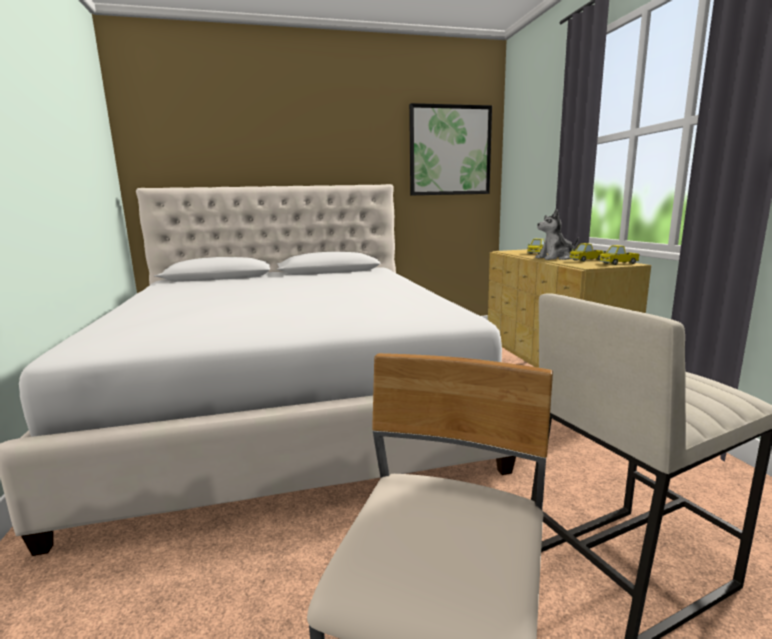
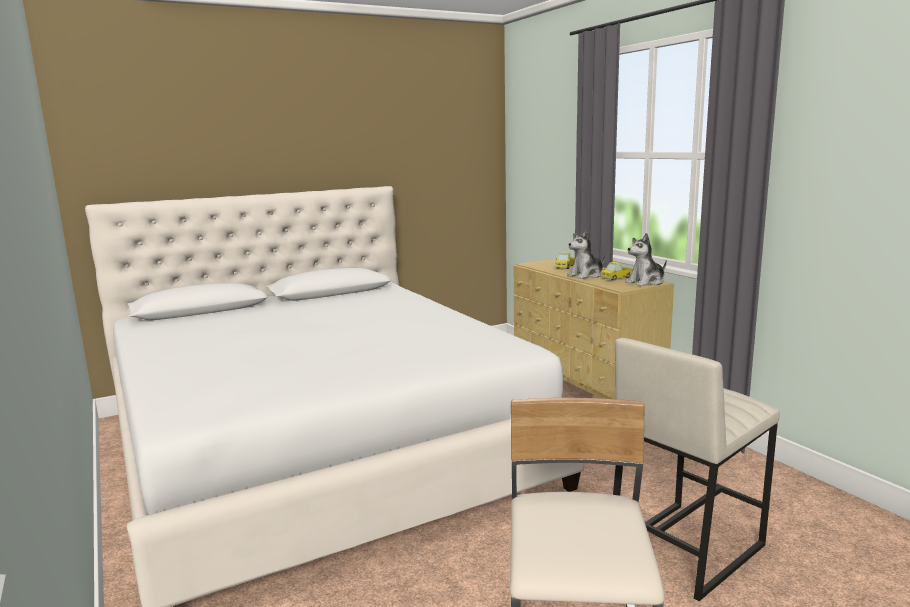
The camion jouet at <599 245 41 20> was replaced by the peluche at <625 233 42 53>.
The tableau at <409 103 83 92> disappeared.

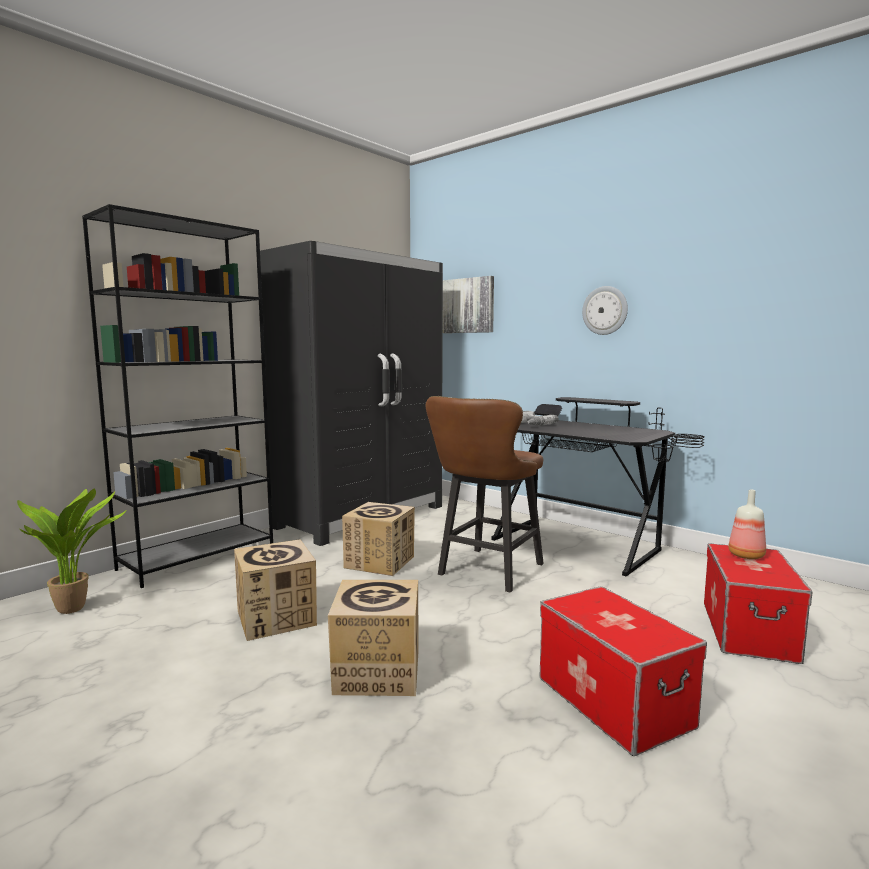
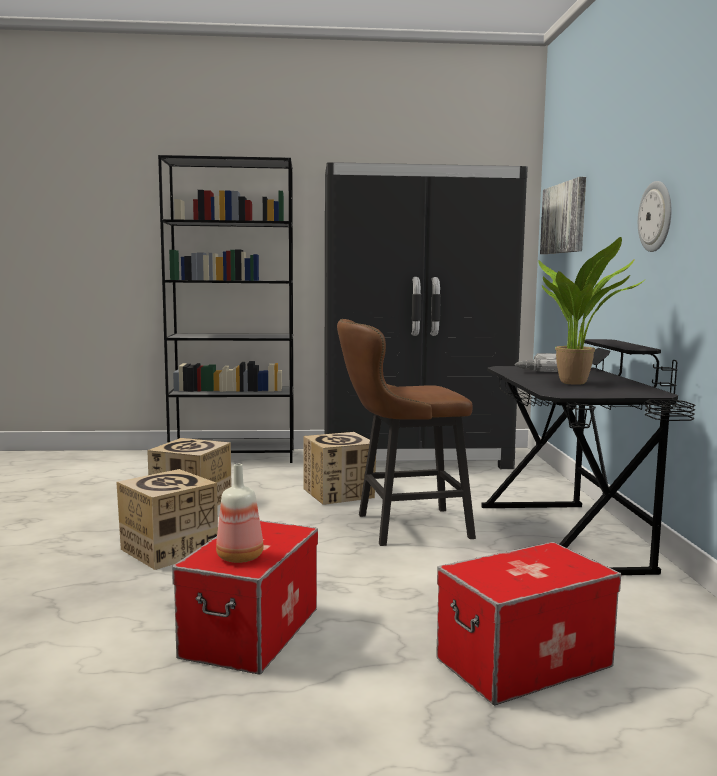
The bouteille moved from <728 489 38 70> to <216 464 48 99>.
The plante en pot moved from <17 489 109 125> to <538 237 106 148>.

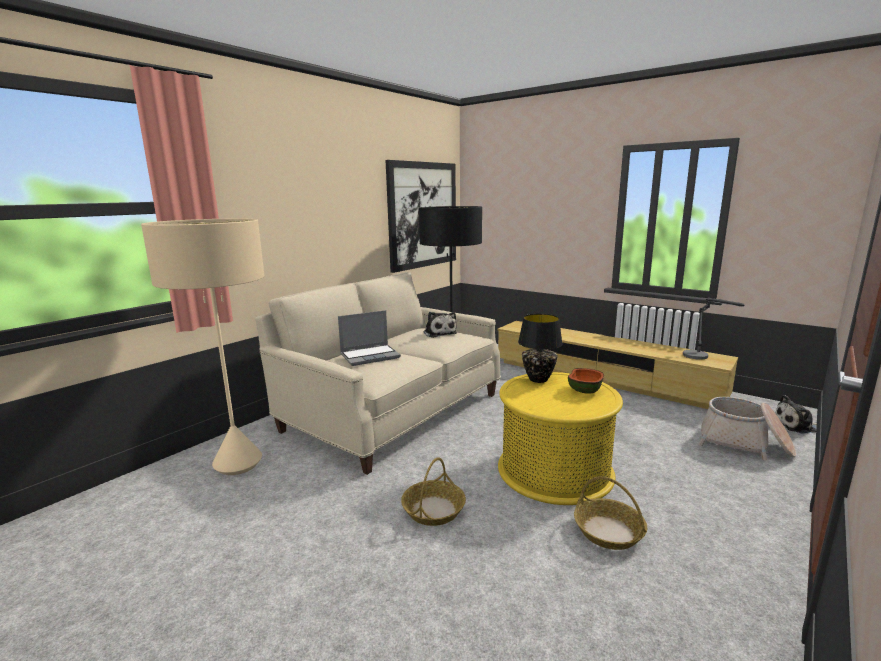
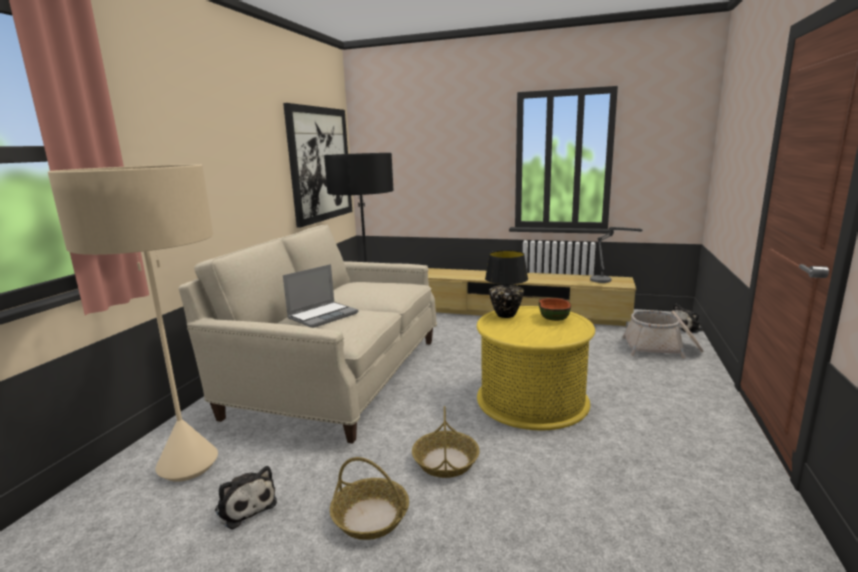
The peluche moved from <423 312 34 26> to <215 466 62 64>.
The panier moved from <574 476 73 74> to <330 457 79 83>.

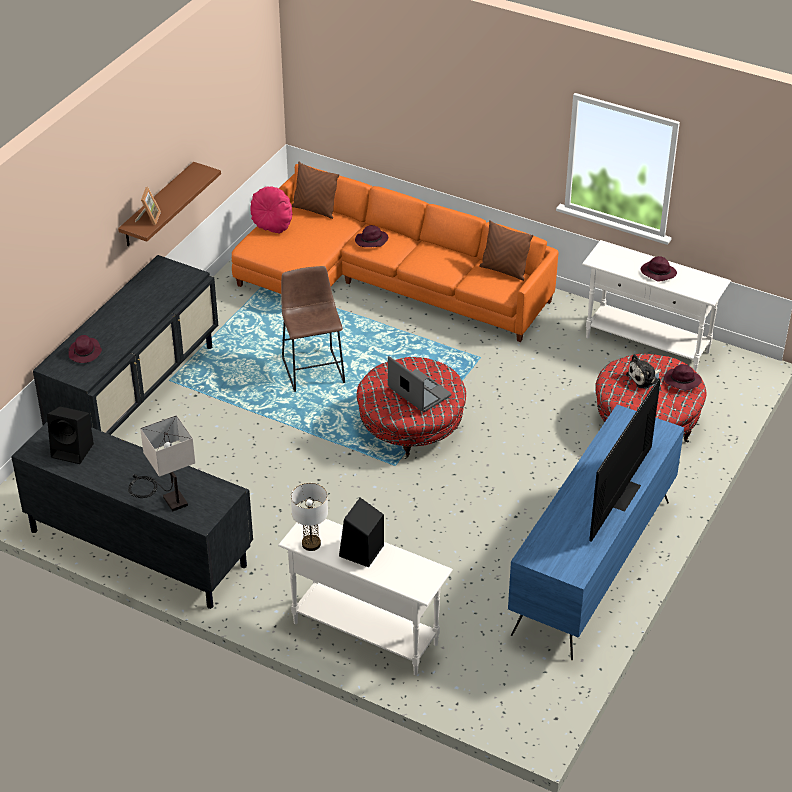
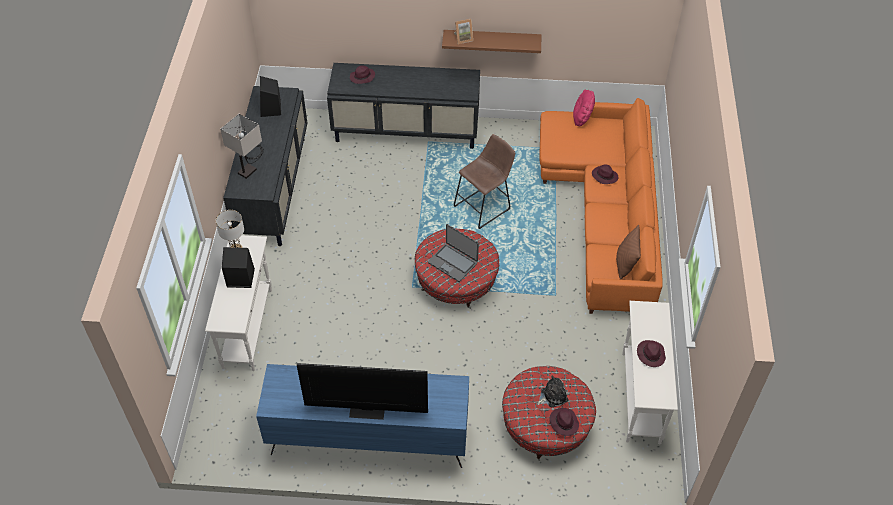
The ordinateur portable at <388 356 63 56> turned 105 degrees clockwise.
The peluche at <626 354 35 35> turned 120 degrees clockwise.
The coussin [marron] at <292 162 47 57> disappeared.

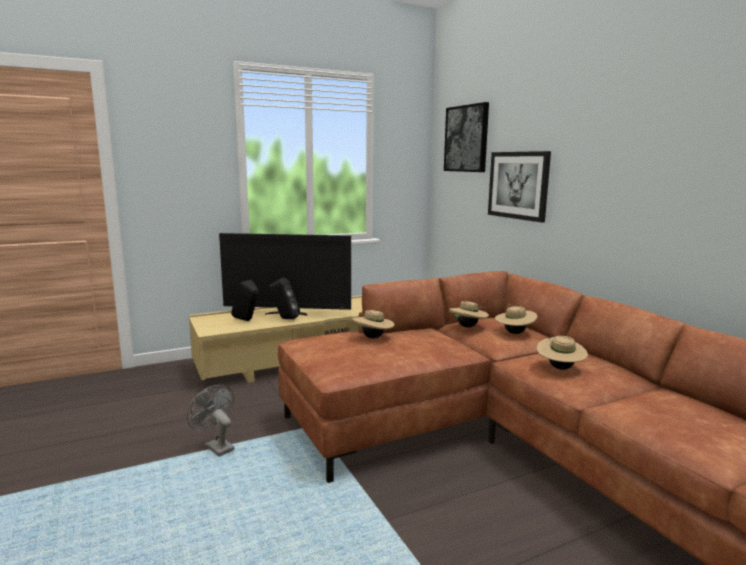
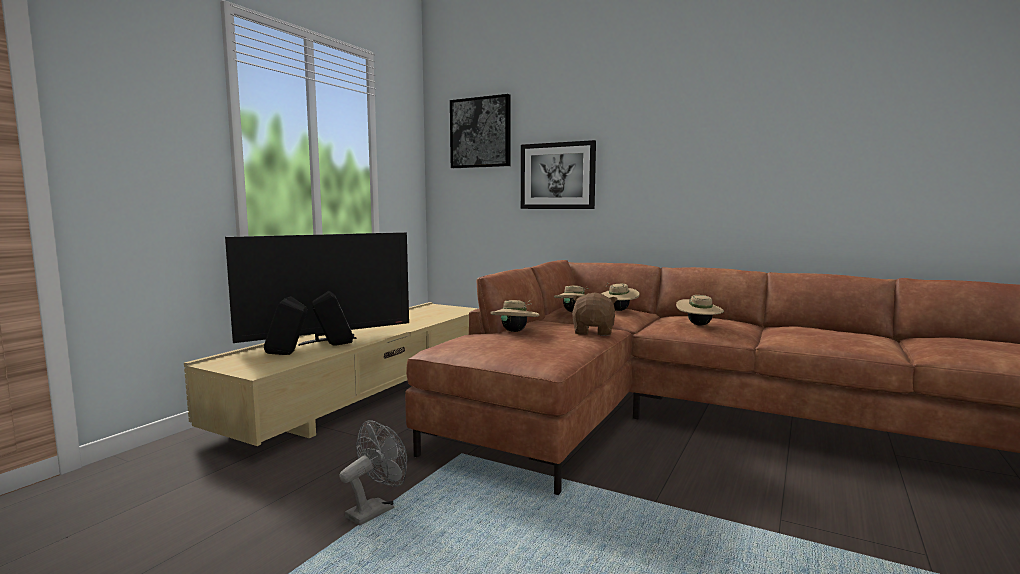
The ventilateur [gris] at <187 385 48 71> turned 120 degrees clockwise.
The peluche [marron] at <572 293 46 43> appeared.

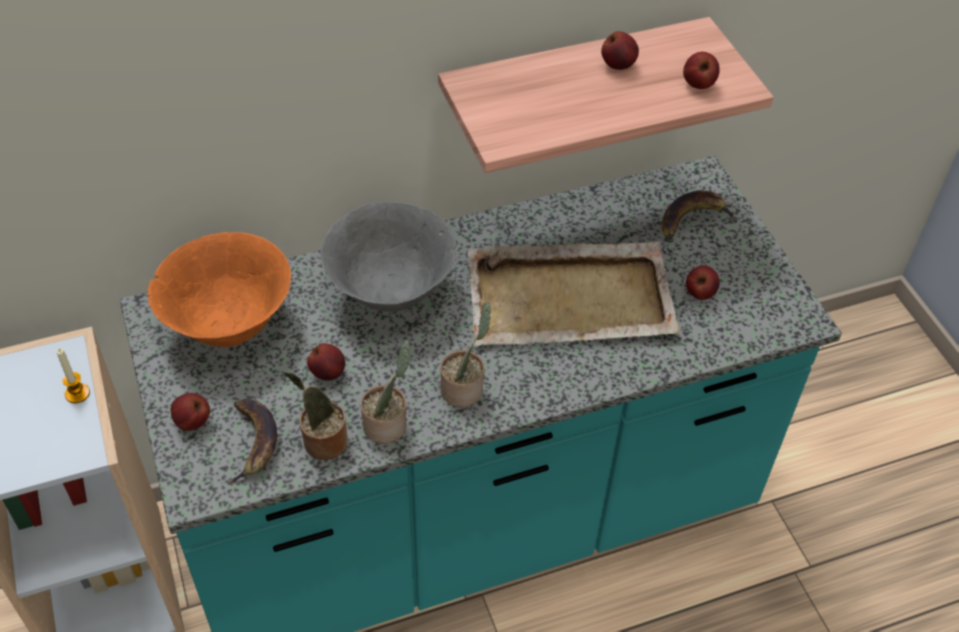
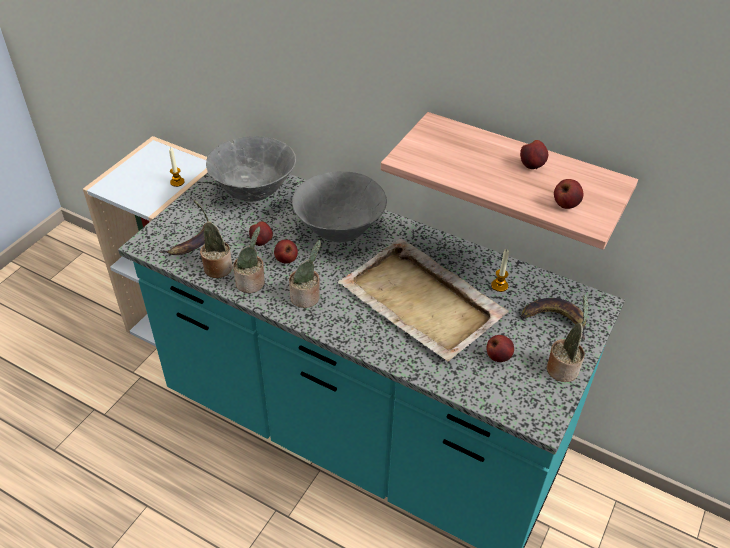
The bol [orange] at <148 232 143 116> became the bol [gris] at <206 136 90 66>.
The pomme moved from <171 393 39 38> to <274 240 24 24>.
The bougie at <491 249 18 43> appeared.
The plante en pot at <546 295 43 87> appeared.

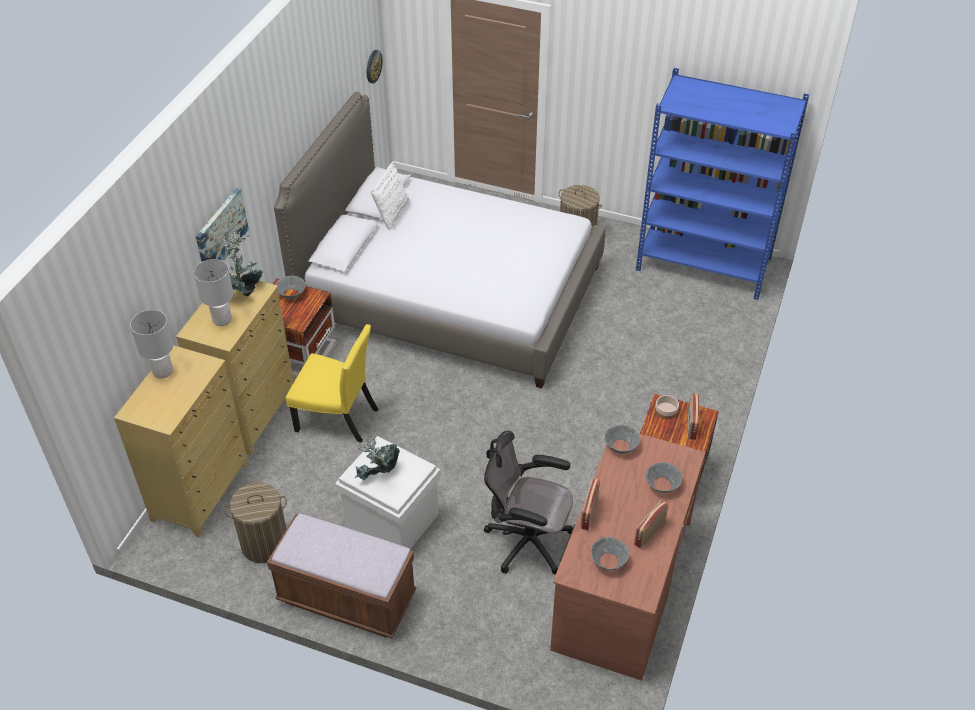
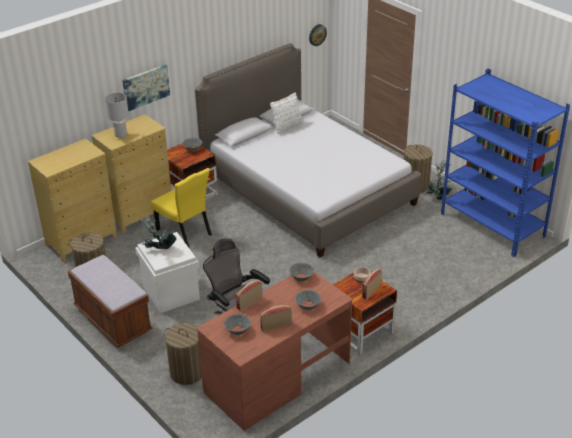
The panier à linge at <164 323 38 62> appeared.
The plante en pot moved from <222 229 41 68> to <427 159 25 41>.
The lampe de table [gris] at <130 310 43 69> disappeared.

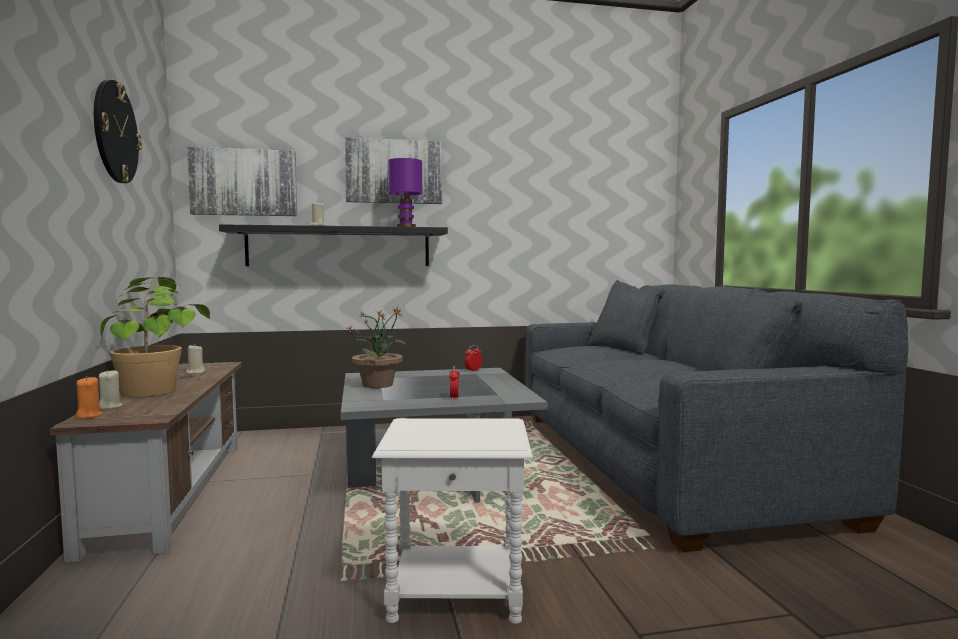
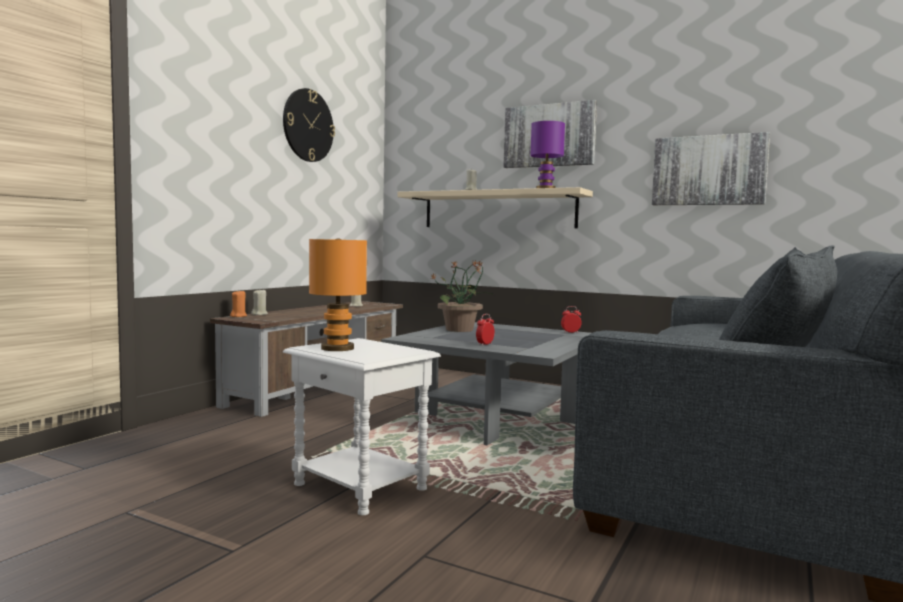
The lampe de table [orange] at <309 239 58 112> appeared.
The étagère [noir] at <219 224 229 42> became the étagère [beige] at <397 187 196 41>.
The tableau moved from <187 147 110 69> to <652 132 118 73>.
The plante en pot at <100 277 110 120> disappeared.

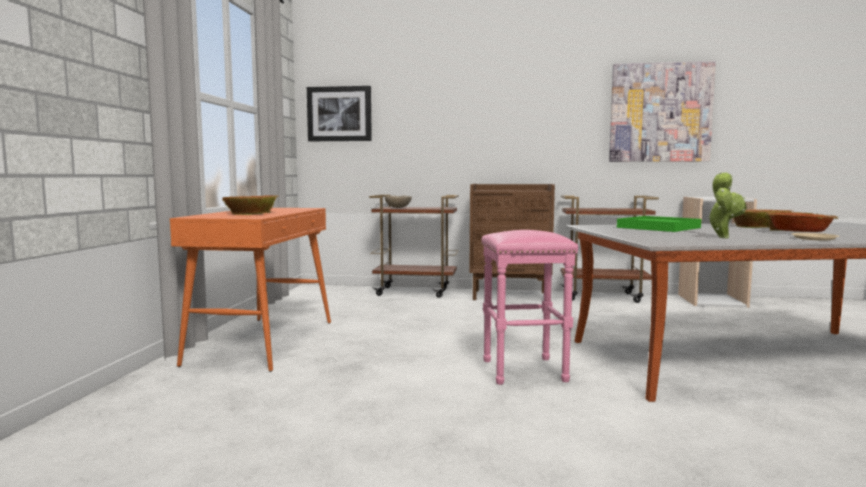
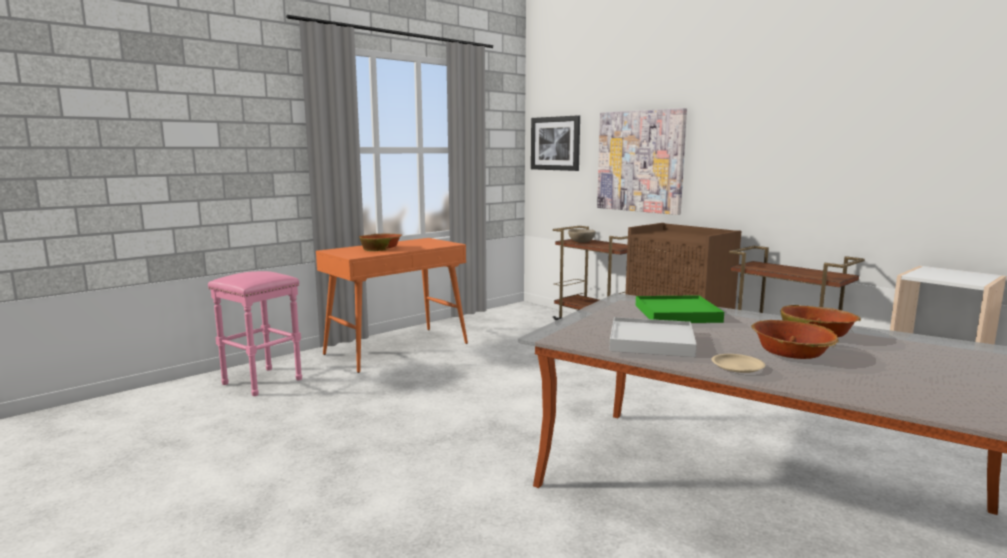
The tabouret [rose] moved from <481 230 97 155> to <208 271 94 125>.
The tableau moved from <609 61 107 101> to <597 108 90 107>.
The plante en pot at <707 172 40 66> was replaced by the plateau [blanc] at <609 317 88 40>.

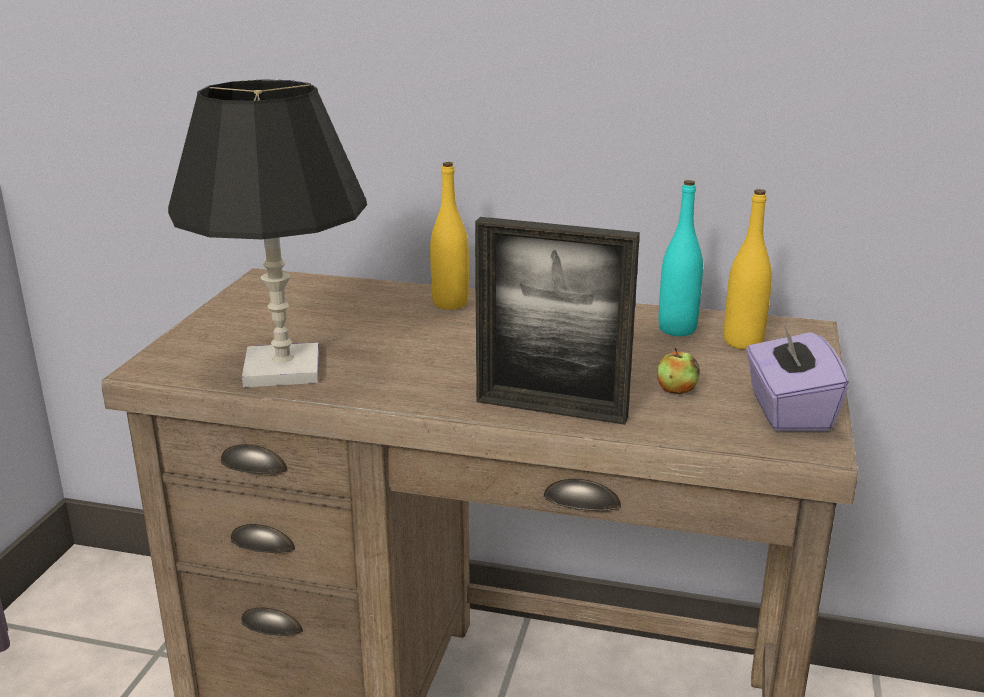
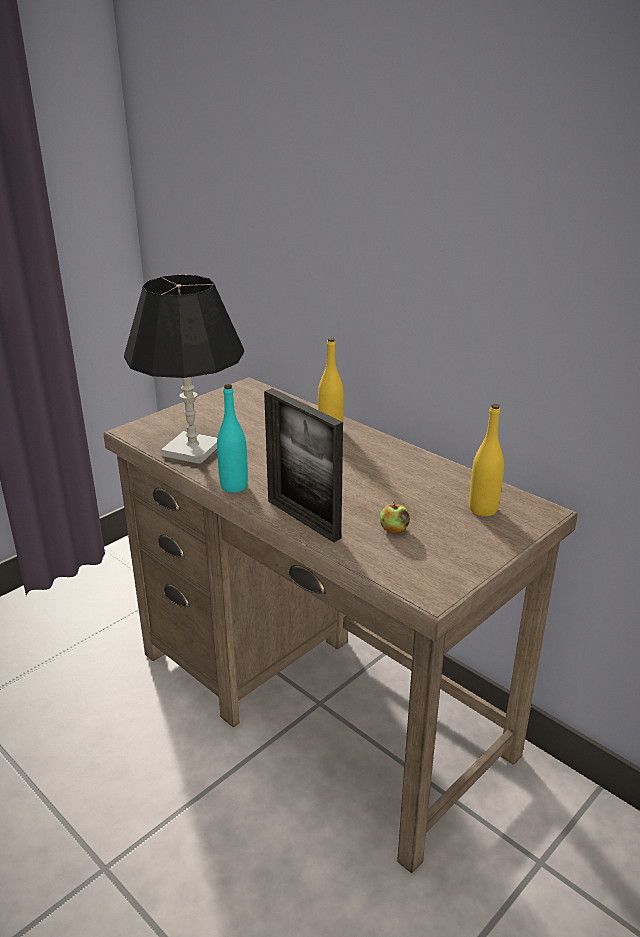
The bouteille [turquoise] moved from <659 180 44 156> to <217 384 31 109>.
The boîte à mouchoirs [violet] at <746 321 103 110> disappeared.

